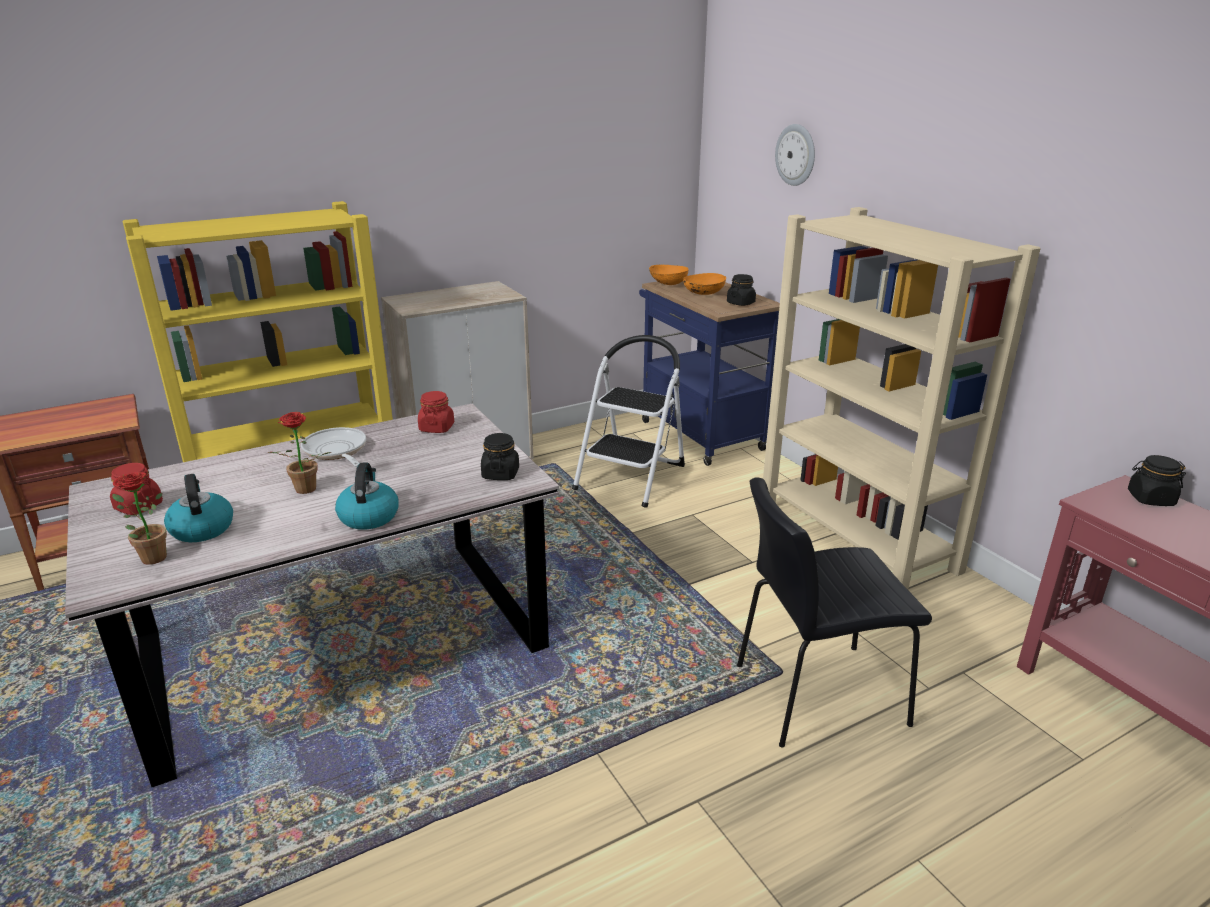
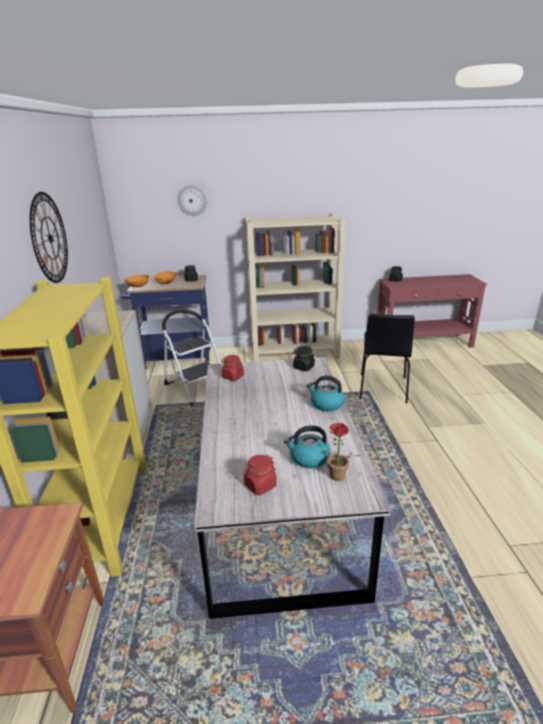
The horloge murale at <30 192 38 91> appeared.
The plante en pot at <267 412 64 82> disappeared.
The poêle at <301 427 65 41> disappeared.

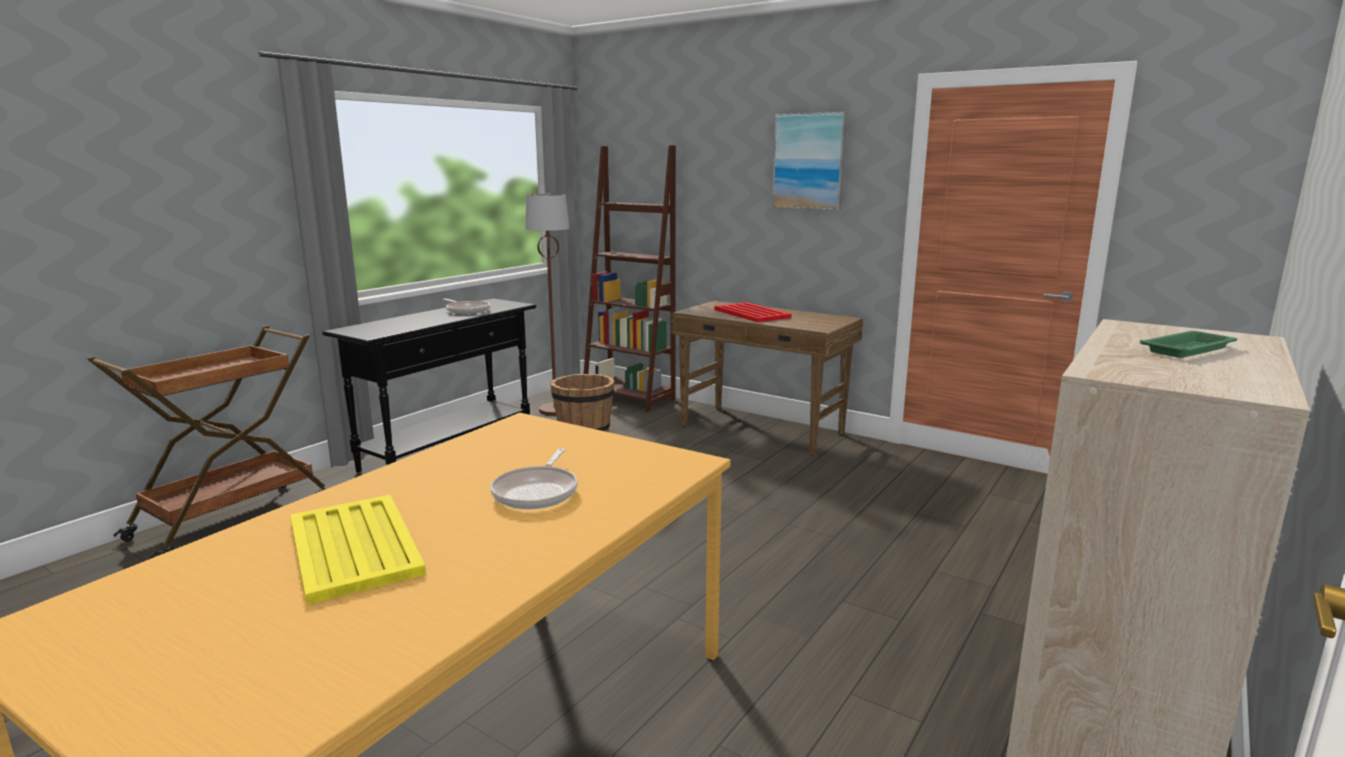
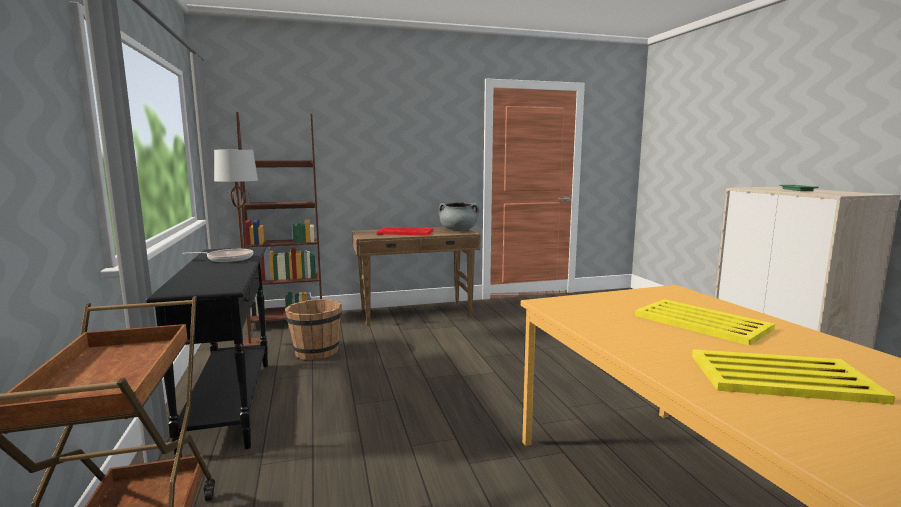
The marmite [gris] at <439 202 40 29> appeared.
The poêle at <490 449 88 60> was replaced by the plateau [jaune] at <635 299 140 47>.
The tableau at <772 112 75 98> disappeared.

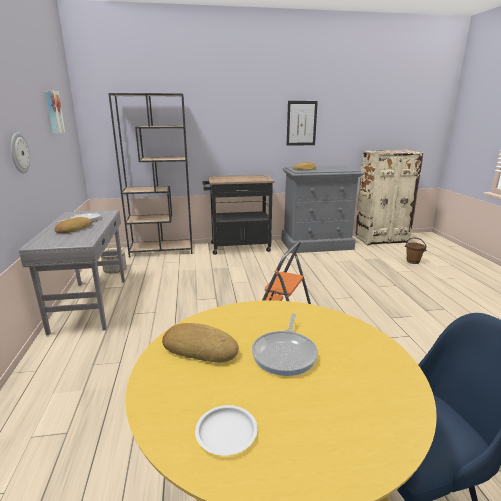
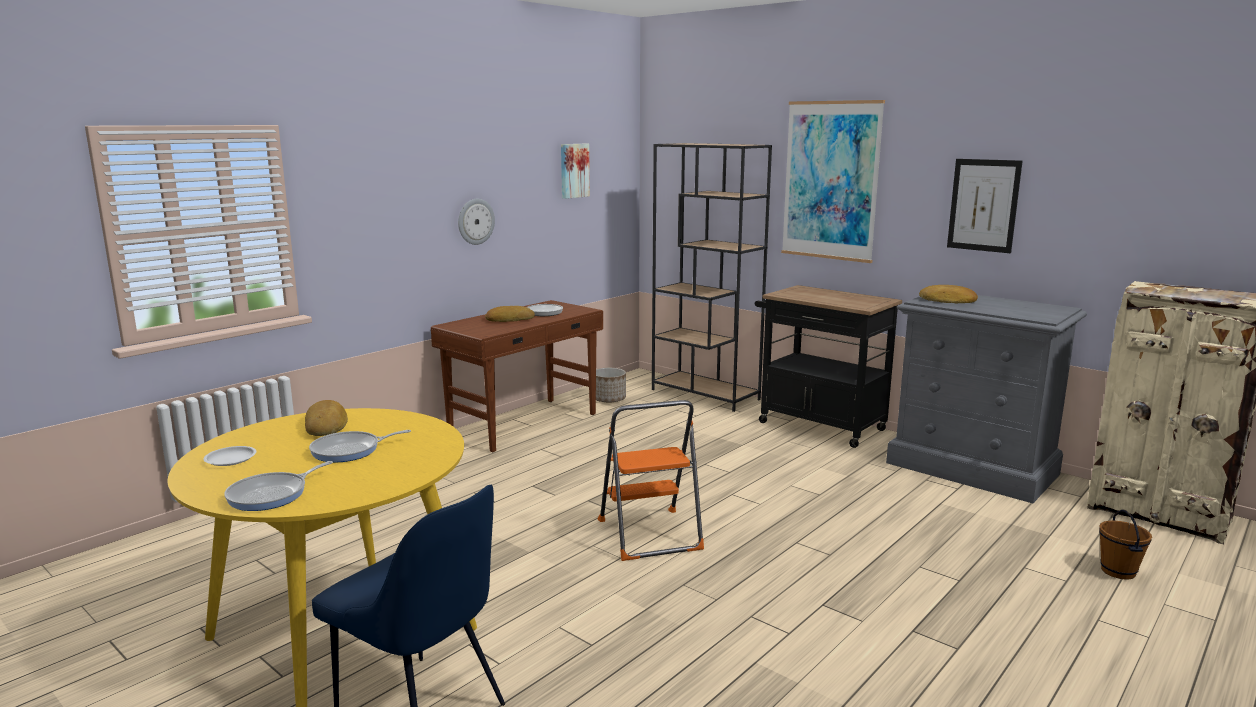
The poêle at <224 461 109 50> appeared.
The table console [gris] at <19 210 106 125> became the table console [marron] at <431 300 172 152>.
The tableau at <781 100 104 163> appeared.

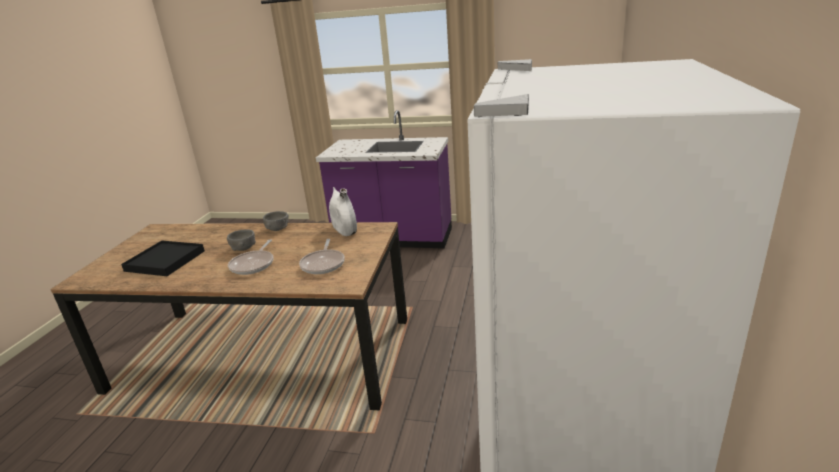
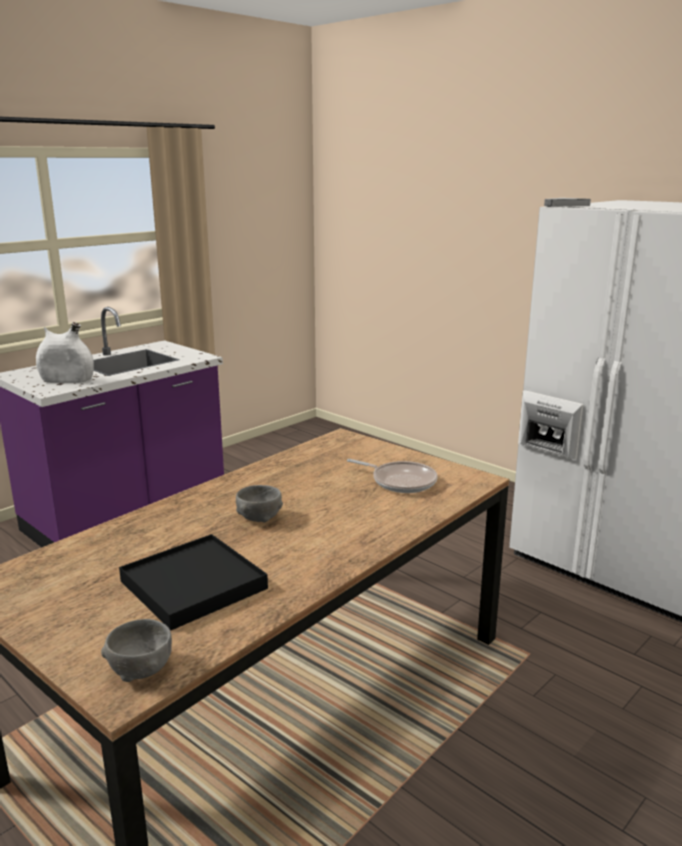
The vase [blanc] moved from <329 187 28 49> to <36 322 58 61>.
The bol [gris] moved from <263 211 26 20> to <101 619 71 63>.
The poêle at <228 239 45 36> disappeared.

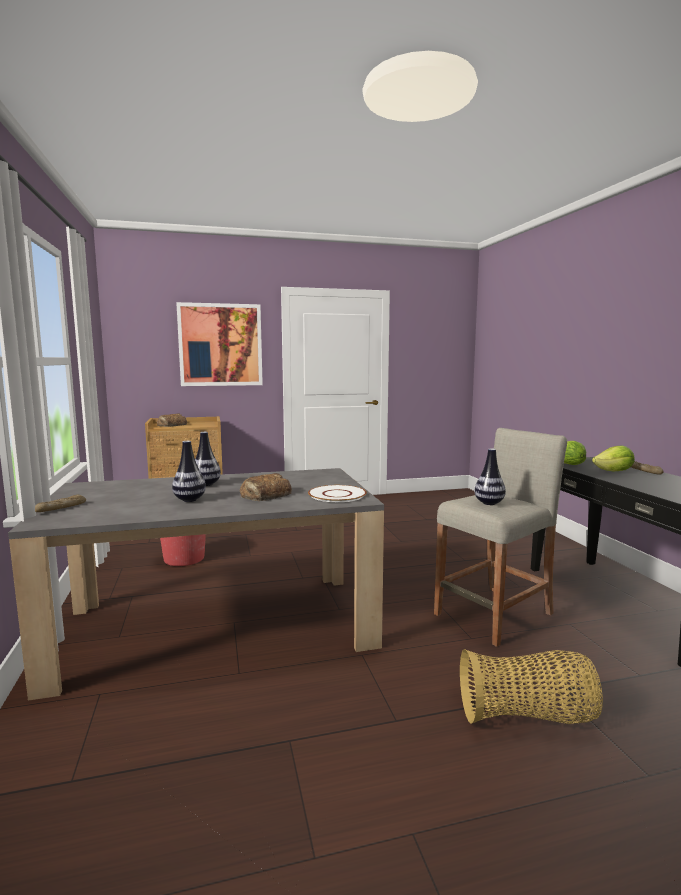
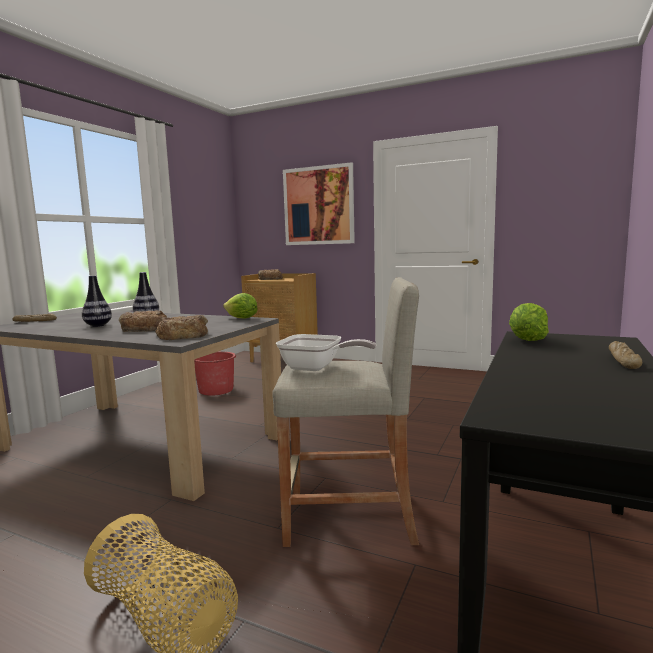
The assiette [blanc] at <308 485 59 17> was replaced by the pain at <155 315 53 25>.
The laitue moved from <592 445 43 26> to <223 293 35 25>.
The vase at <474 448 32 57> was replaced by the poêle at <276 334 100 37>.

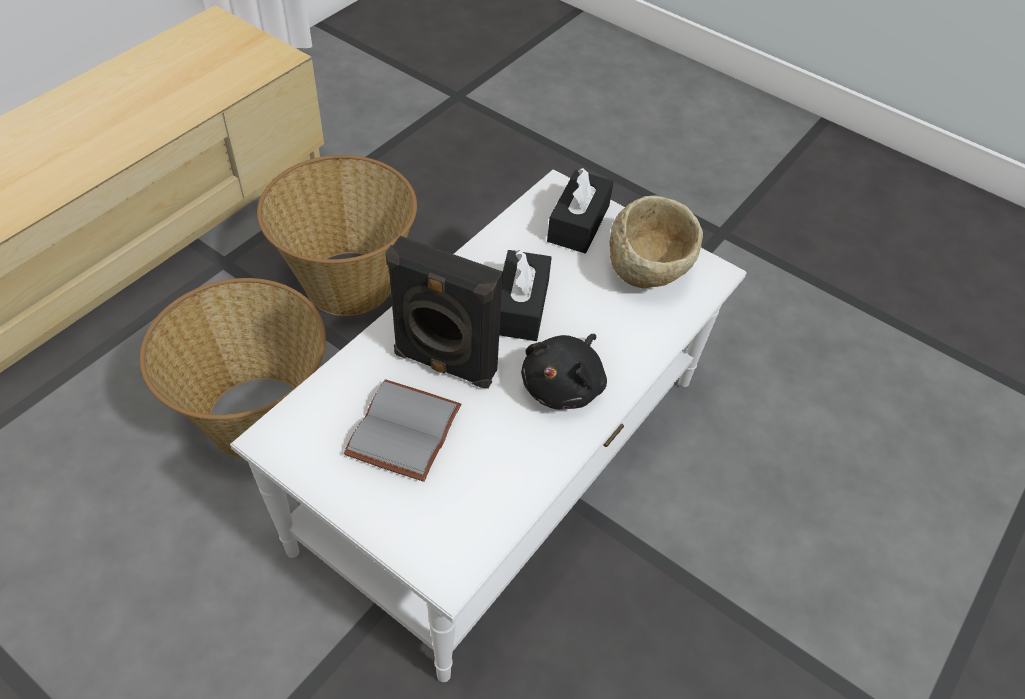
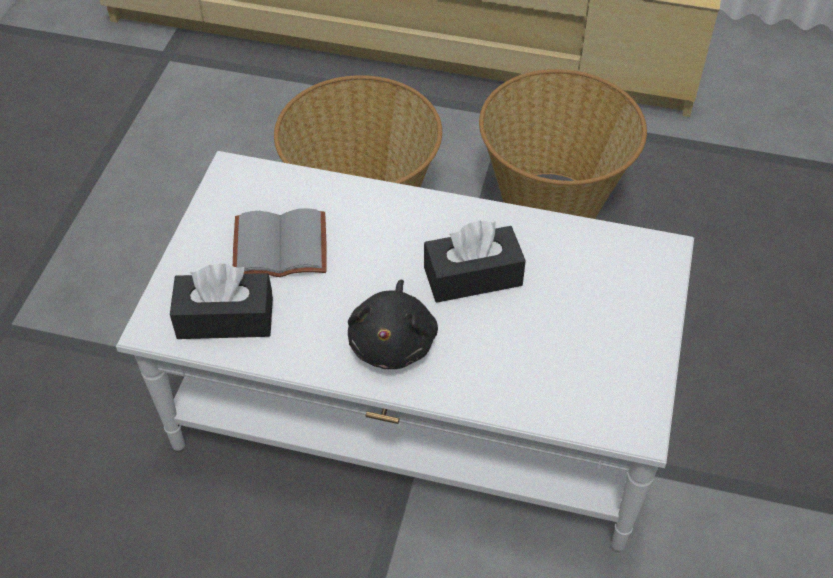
The boîte à mouchoirs [noir] moved from <547 168 66 86> to <170 264 103 75>.
The peluche [noir] at <521 334 86 76> turned 90 degrees counterclockwise.
The enceinte [noir] at <386 236 117 153> disappeared.
The bol [beige] at <609 195 94 94> disappeared.

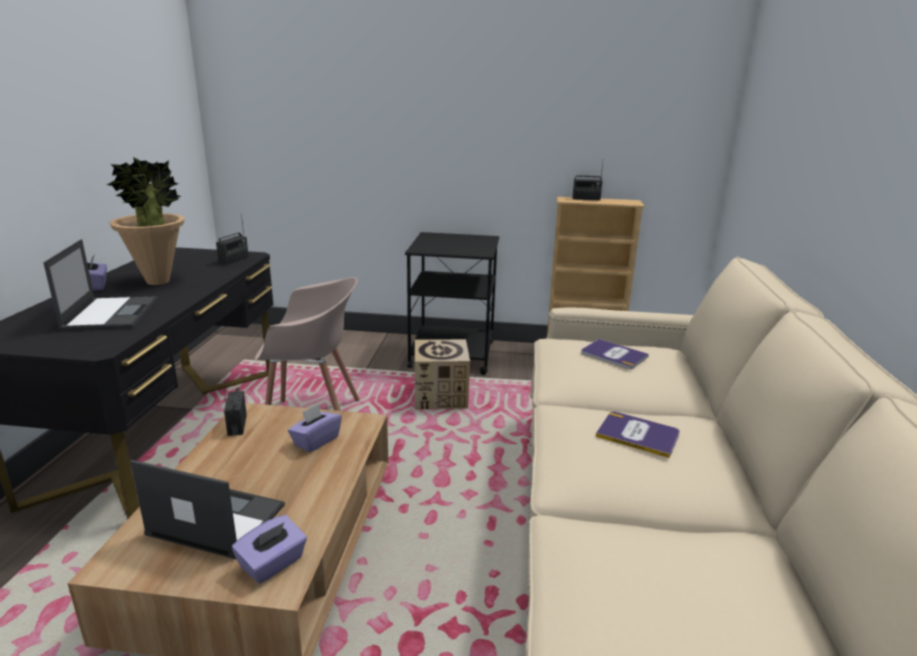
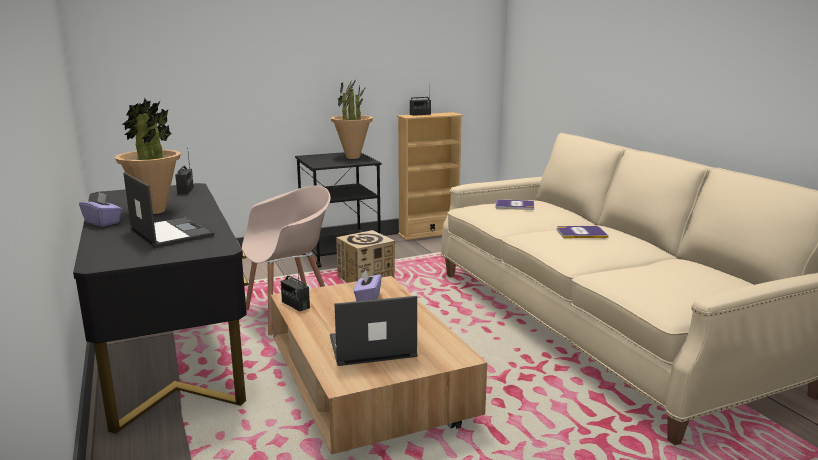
The plante en pot at <331 80 42 79> appeared.
The boîte à mouchoirs [violet] at <232 515 75 69> disappeared.

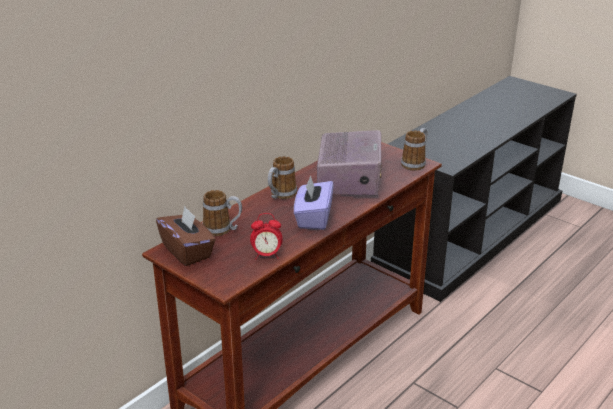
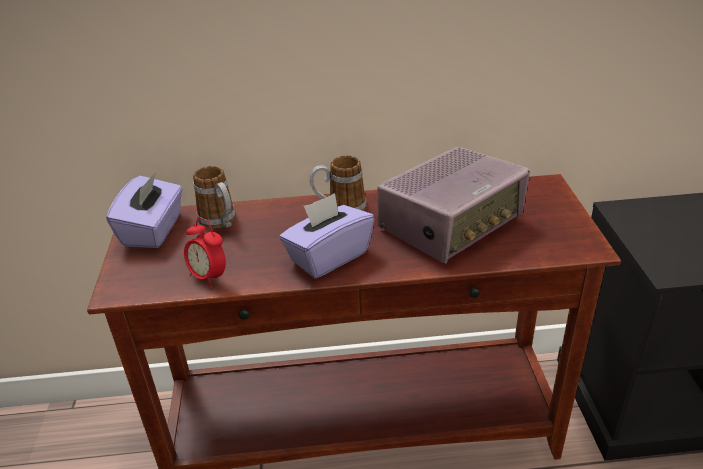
The boîte à mouchoirs [marron] at <156 206 60 60> became the boîte à mouchoirs [violet] at <106 172 76 76>.
The mug at <401 128 26 43> disappeared.

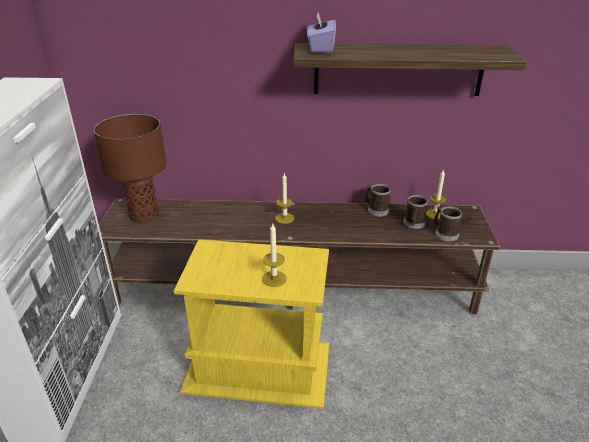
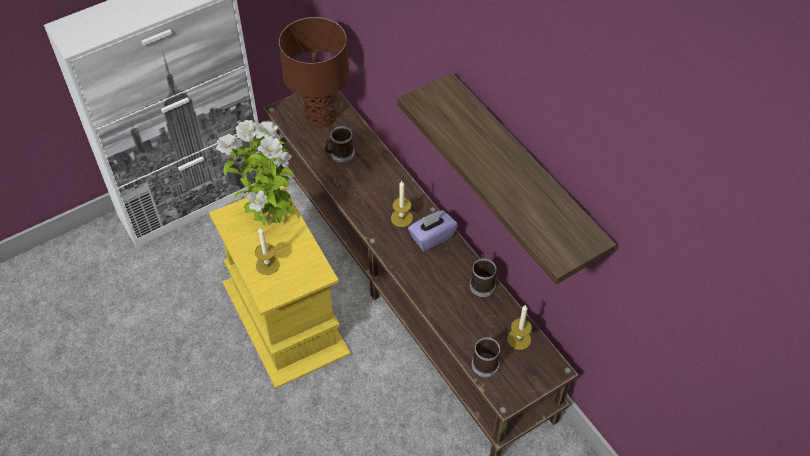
The plante en pot at <216 120 79 106> appeared.
The mug moved from <403 195 25 34> to <325 126 30 37>.
The boîte à mouchoirs [violet] moved from <307 12 29 41> to <408 210 50 41>.

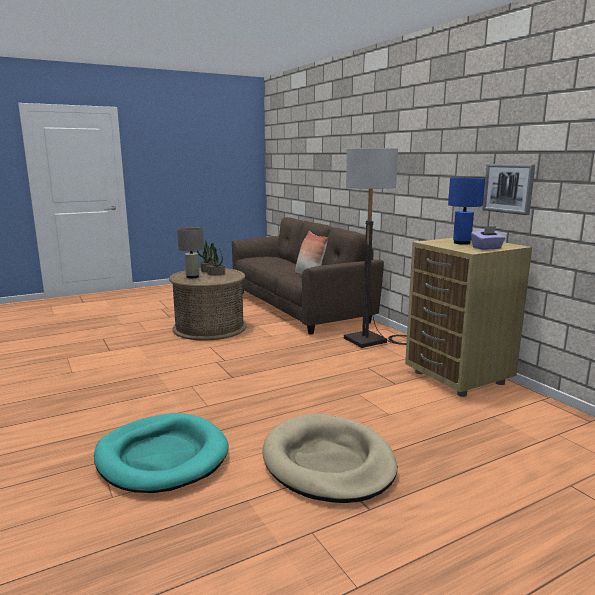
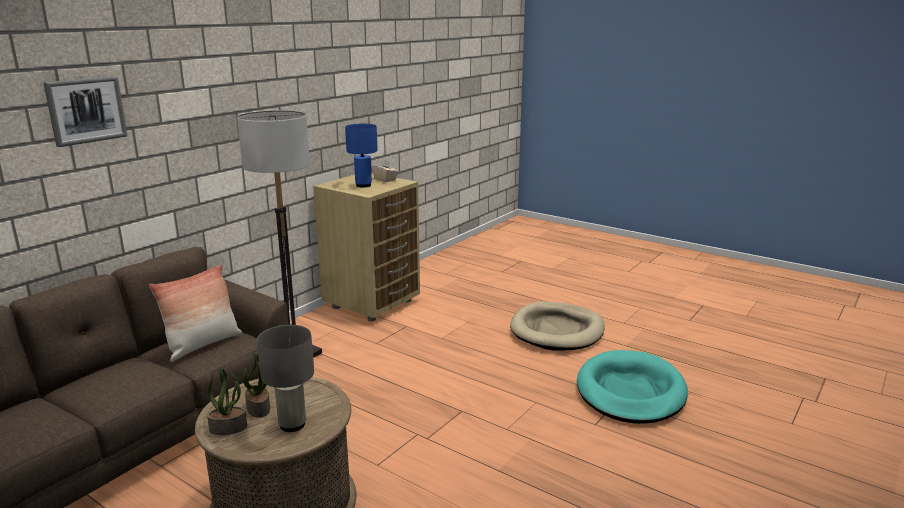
The tableau moved from <482 164 53 51> to <43 76 84 71>.
The boîte à mouchoirs [violet] at <471 226 34 24> became the boîte à mouchoirs [beige] at <372 160 26 22>.

